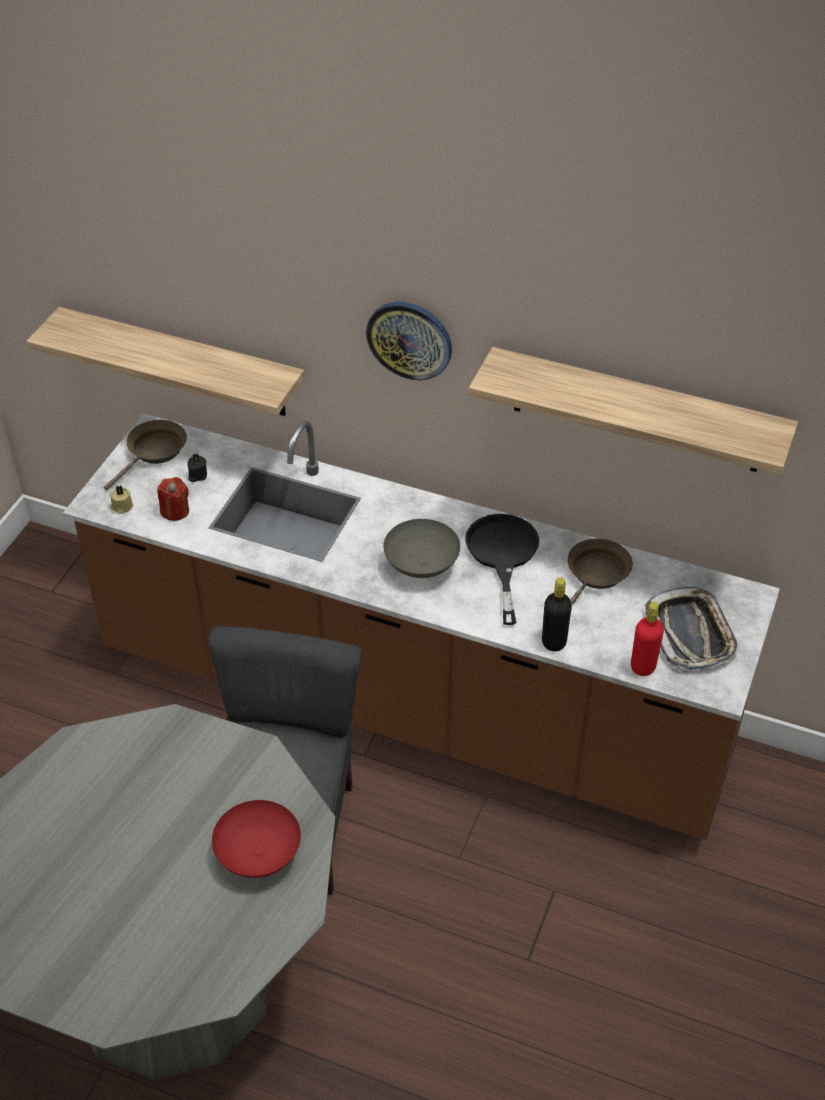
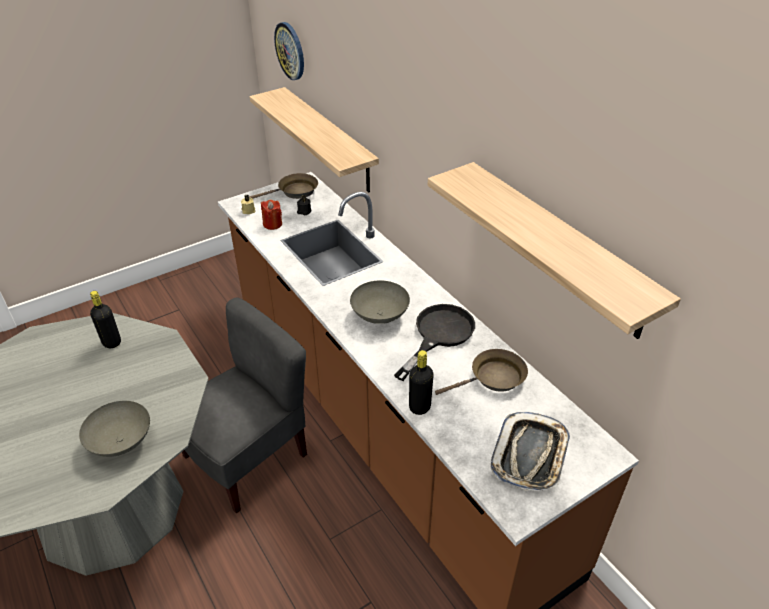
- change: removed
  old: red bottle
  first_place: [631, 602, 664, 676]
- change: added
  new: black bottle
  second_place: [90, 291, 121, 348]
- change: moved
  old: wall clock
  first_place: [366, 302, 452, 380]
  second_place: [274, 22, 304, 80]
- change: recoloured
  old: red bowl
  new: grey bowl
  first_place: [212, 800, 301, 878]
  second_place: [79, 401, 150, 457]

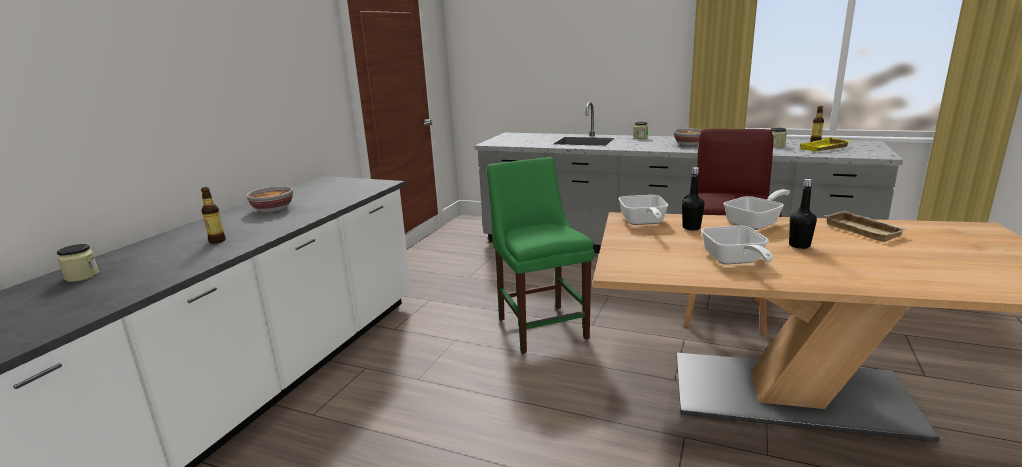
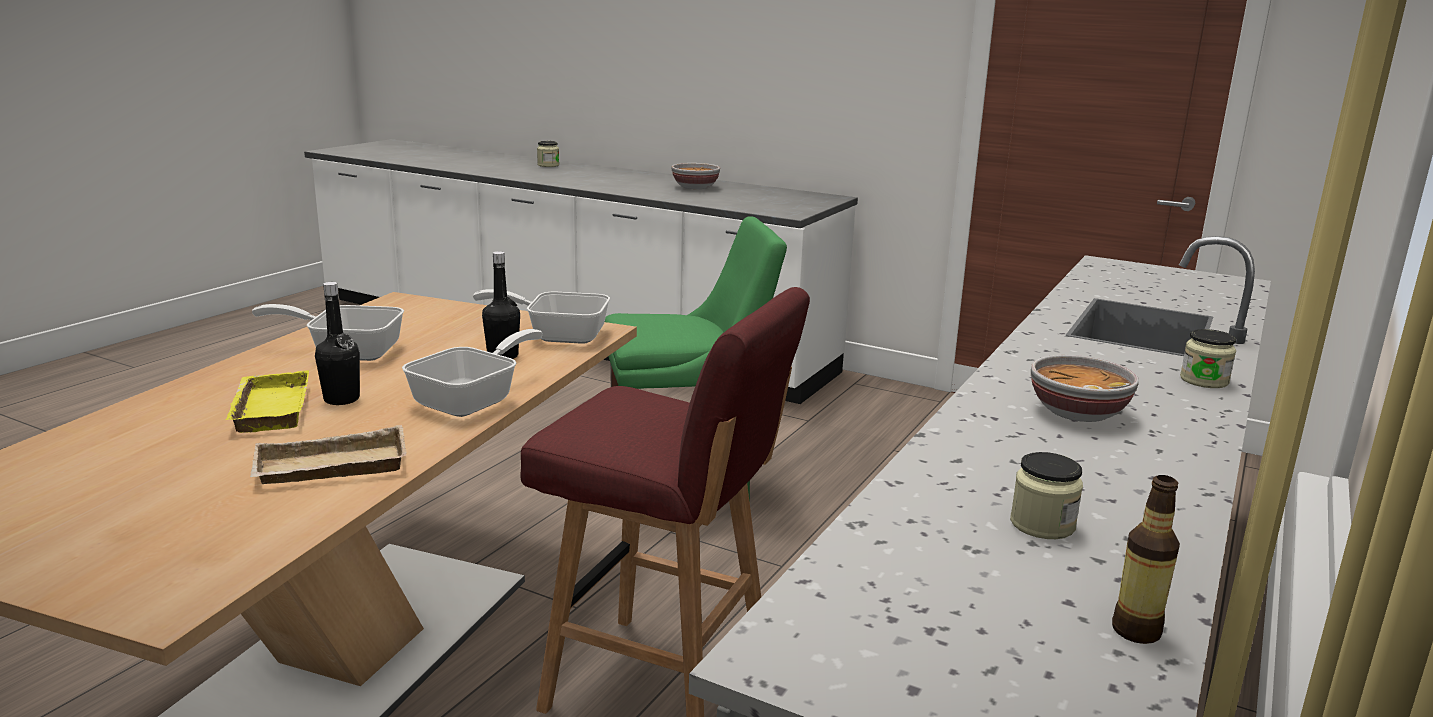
- change: removed
  old: bottle
  first_place: [201, 187, 226, 244]
- change: moved
  old: yellow tray
  first_place: [800, 137, 851, 151]
  second_place: [226, 370, 309, 433]
- change: turned
  old: frying pan
  first_place: [724, 189, 790, 230]
  second_place: [402, 329, 543, 417]
  degrees: -120

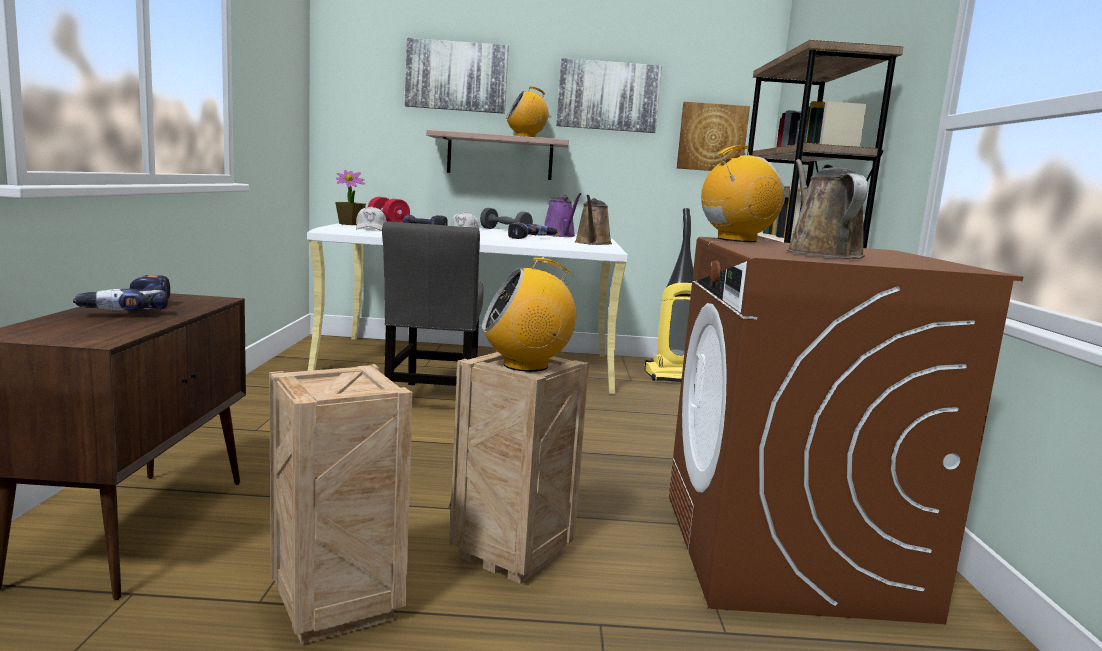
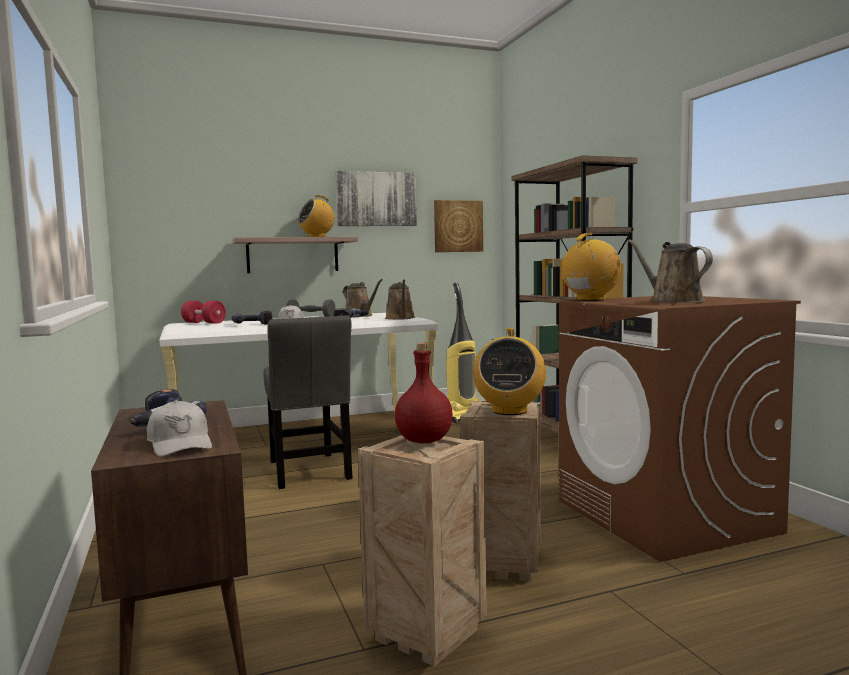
- change: removed
  old: potted plant
  first_place: [335, 170, 366, 225]
- change: removed
  old: picture
  first_place: [405, 38, 509, 114]
- change: added
  new: red bottle
  second_place: [395, 343, 453, 443]
- change: moved
  old: white cap
  first_place: [356, 206, 386, 231]
  second_place: [147, 400, 212, 457]
- change: recoloured
  old: purple watering can
  new: brown watering can
  first_place: [544, 193, 582, 237]
  second_place: [343, 279, 383, 317]
- change: turned
  old: radio
  first_place: [482, 258, 577, 372]
  second_place: [473, 328, 546, 415]
  degrees: -45

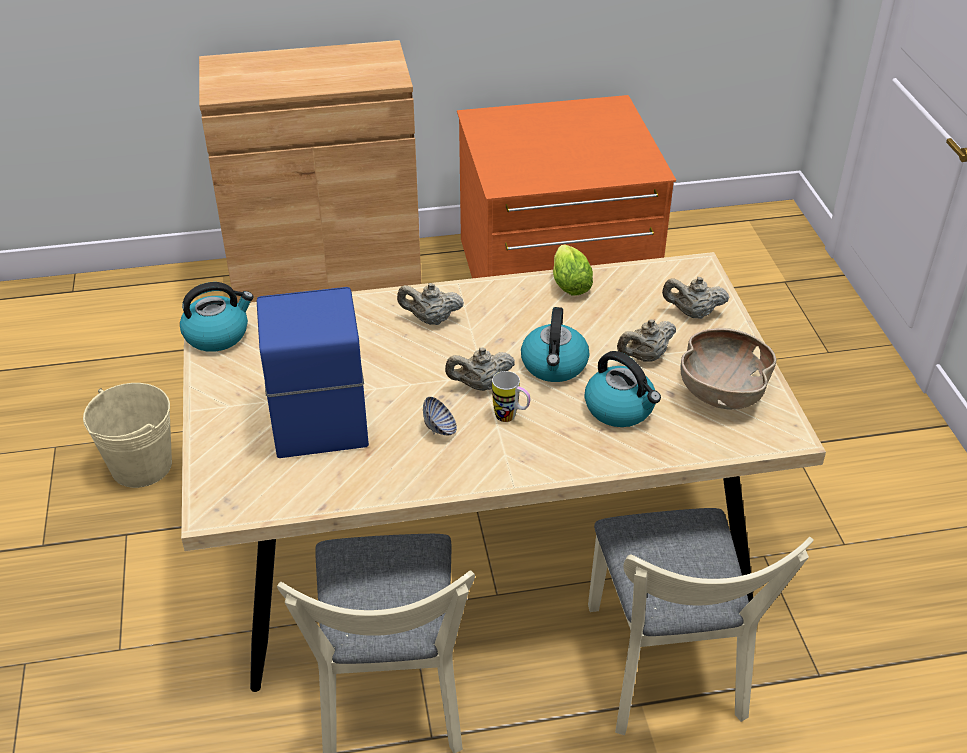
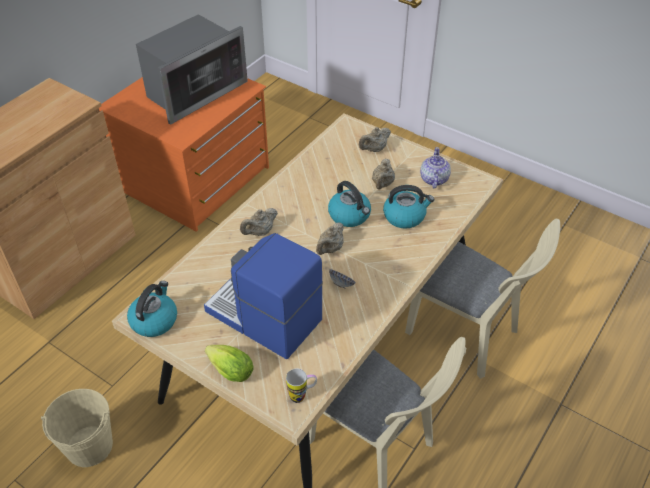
- change: added
  new: microwave
  second_place: [136, 14, 248, 125]
- change: moved
  old: mug
  first_place: [492, 371, 530, 422]
  second_place: [286, 368, 317, 403]
- change: moved
  old: lettuce
  first_place: [553, 244, 593, 296]
  second_place: [205, 345, 254, 382]
- change: replaced
  old: brown bowl
  new: teapot
  first_place: [681, 328, 777, 410]
  second_place: [420, 147, 451, 189]

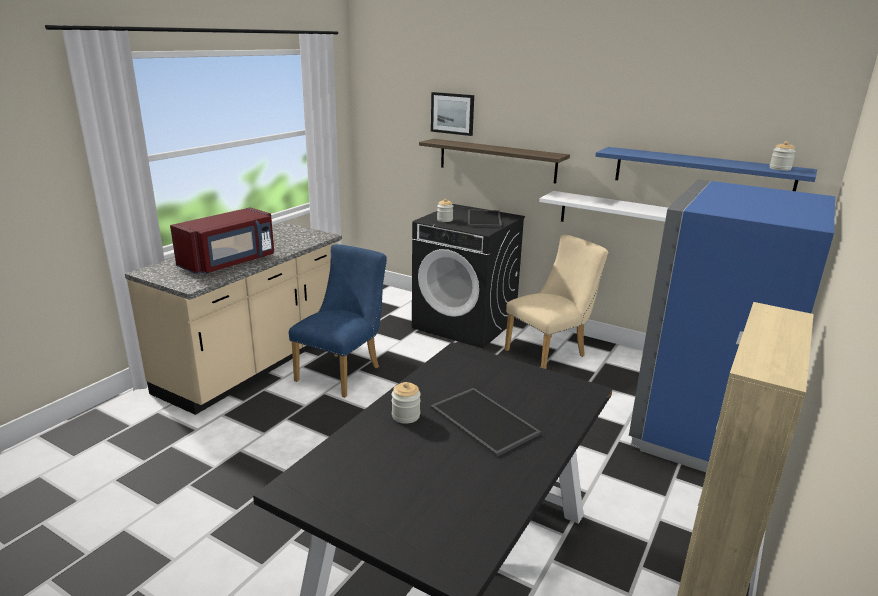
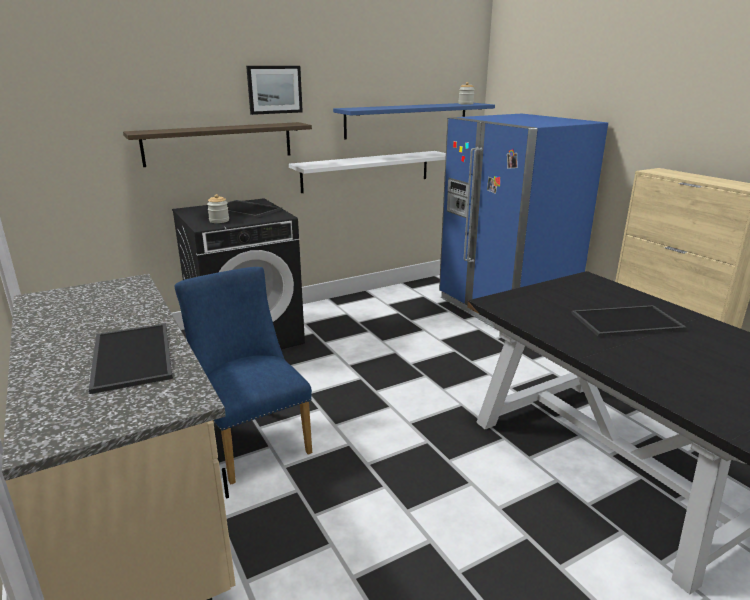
- change: removed
  old: jar
  first_place: [392, 382, 421, 424]
- change: removed
  old: beige chair
  first_place: [505, 234, 608, 369]
- change: moved
  old: picture
  first_place: [431, 92, 474, 136]
  second_place: [246, 66, 303, 115]
- change: replaced
  old: red microwave
  new: tray
  first_place: [170, 207, 274, 274]
  second_place: [89, 323, 173, 394]

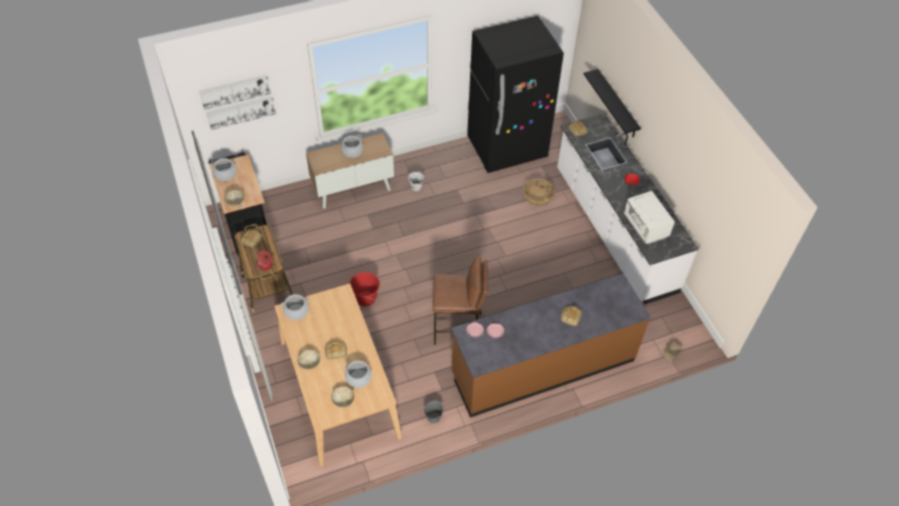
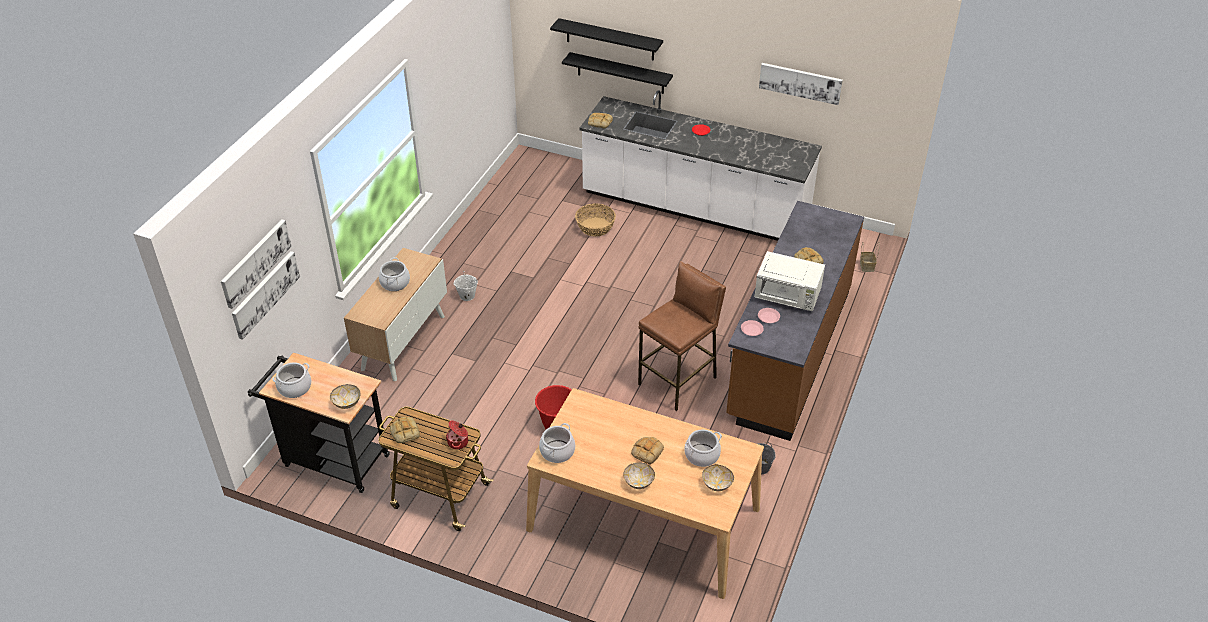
- change: removed
  old: black fridge
  first_place: [467, 16, 564, 173]
- change: added
  new: black shelf
  second_place: [550, 18, 663, 61]
- change: added
  new: picture
  second_place: [759, 63, 843, 105]
- change: moved
  old: white microwave
  first_place: [624, 191, 675, 244]
  second_place: [755, 251, 825, 311]

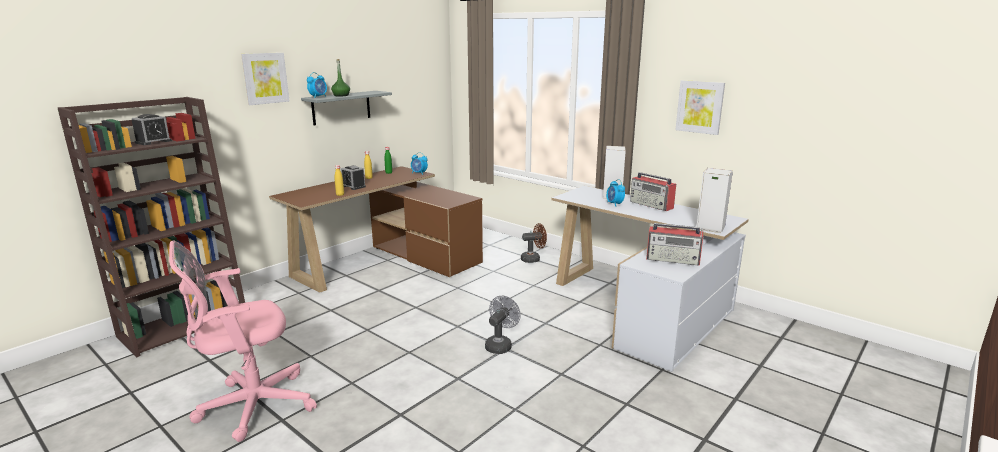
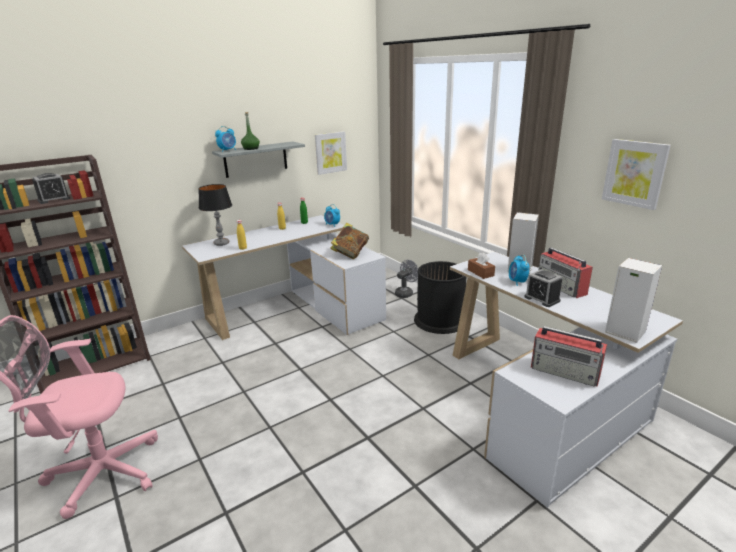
- change: added
  new: table lamp
  second_place: [198, 184, 232, 246]
- change: added
  new: book
  second_place: [330, 223, 369, 259]
- change: added
  new: brown tissue box
  second_place: [468, 253, 495, 279]
- change: moved
  old: picture
  first_place: [241, 53, 289, 105]
  second_place: [315, 131, 347, 175]
- change: moved
  old: alarm clock
  first_place: [340, 165, 366, 190]
  second_place: [524, 269, 562, 307]
- change: moved
  old: grey fan
  first_place: [485, 296, 521, 354]
  second_place: [395, 260, 418, 298]
- change: replaced
  old: brown fan
  new: black trash can
  first_place: [521, 223, 547, 263]
  second_place: [414, 261, 466, 334]
- change: recoloured
  old: brown desk
  new: white desk
  first_place: [269, 166, 483, 293]
  second_place: [182, 215, 386, 340]

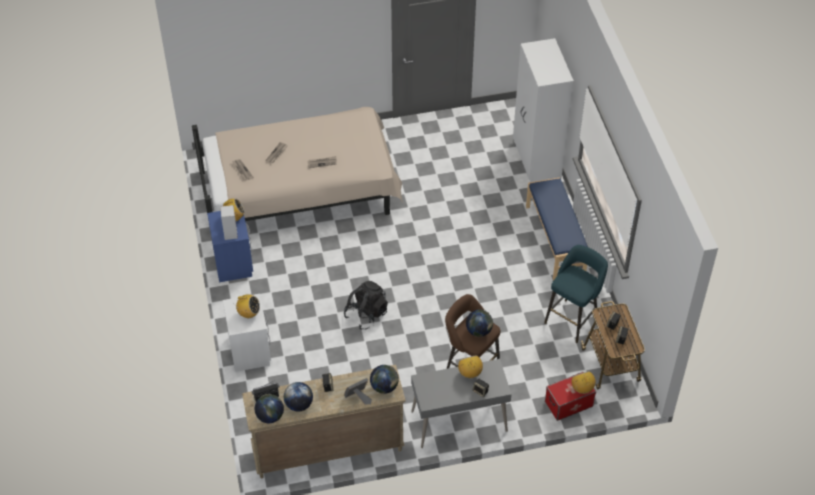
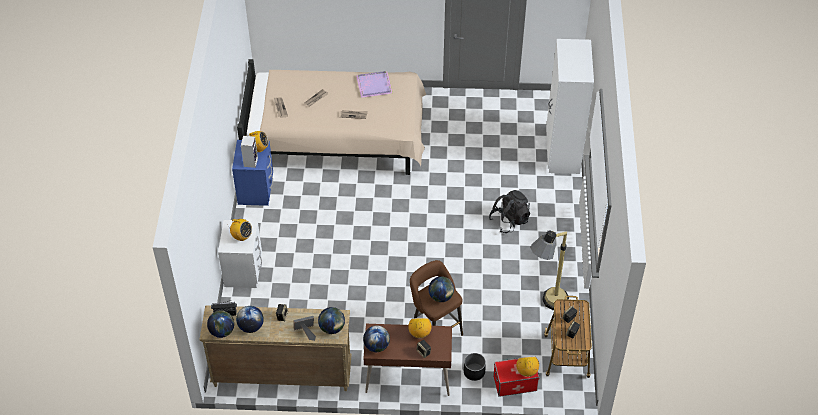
- change: removed
  old: blue bench
  first_place: [526, 177, 588, 281]
- change: added
  new: purple tray
  second_place: [356, 71, 393, 98]
- change: added
  new: globe
  second_place: [363, 325, 390, 352]
- change: added
  new: black planter
  second_place: [464, 353, 486, 381]
- change: moved
  old: black backpack
  first_place: [344, 281, 388, 330]
  second_place: [489, 190, 530, 233]
- change: replaced
  old: turquoise stool
  new: floor lamp
  first_place: [544, 245, 608, 343]
  second_place: [530, 230, 569, 310]
- change: recoloured
  old: grey desk
  new: brown desk
  first_place: [411, 359, 512, 448]
  second_place: [363, 324, 452, 396]

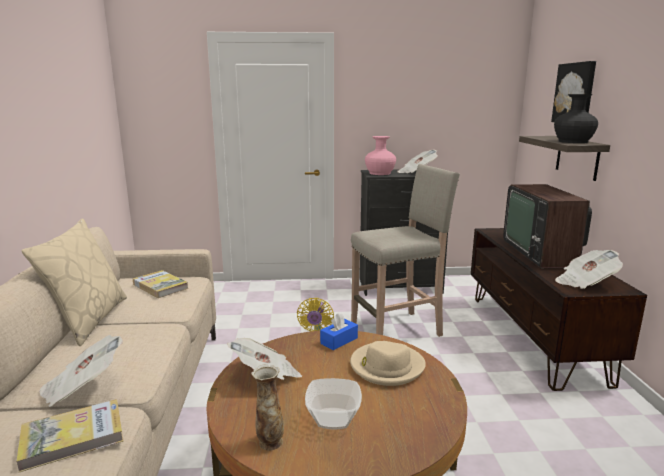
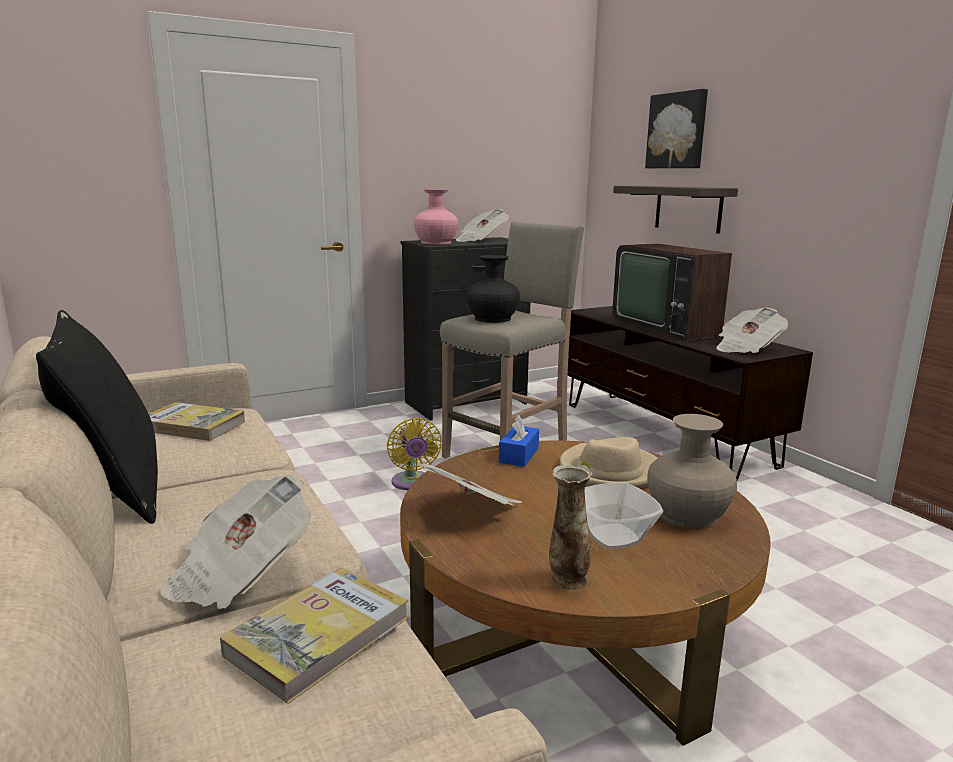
- change: added
  new: beige vase
  second_place: [647, 414, 737, 529]
- change: moved
  old: black vase
  first_place: [554, 94, 598, 143]
  second_place: [467, 255, 520, 323]
- change: recoloured
  old: beige pillow
  new: black pillow
  first_place: [21, 218, 127, 346]
  second_place: [36, 310, 158, 524]

